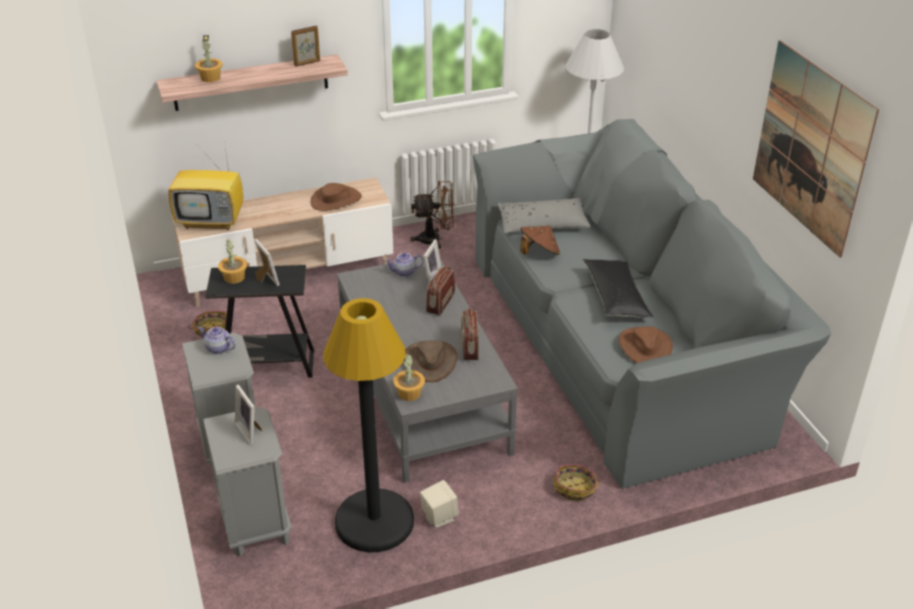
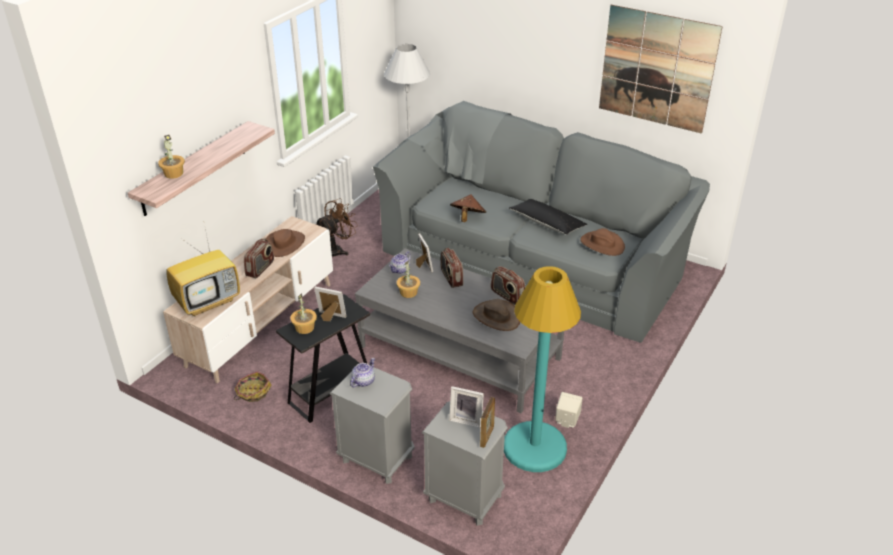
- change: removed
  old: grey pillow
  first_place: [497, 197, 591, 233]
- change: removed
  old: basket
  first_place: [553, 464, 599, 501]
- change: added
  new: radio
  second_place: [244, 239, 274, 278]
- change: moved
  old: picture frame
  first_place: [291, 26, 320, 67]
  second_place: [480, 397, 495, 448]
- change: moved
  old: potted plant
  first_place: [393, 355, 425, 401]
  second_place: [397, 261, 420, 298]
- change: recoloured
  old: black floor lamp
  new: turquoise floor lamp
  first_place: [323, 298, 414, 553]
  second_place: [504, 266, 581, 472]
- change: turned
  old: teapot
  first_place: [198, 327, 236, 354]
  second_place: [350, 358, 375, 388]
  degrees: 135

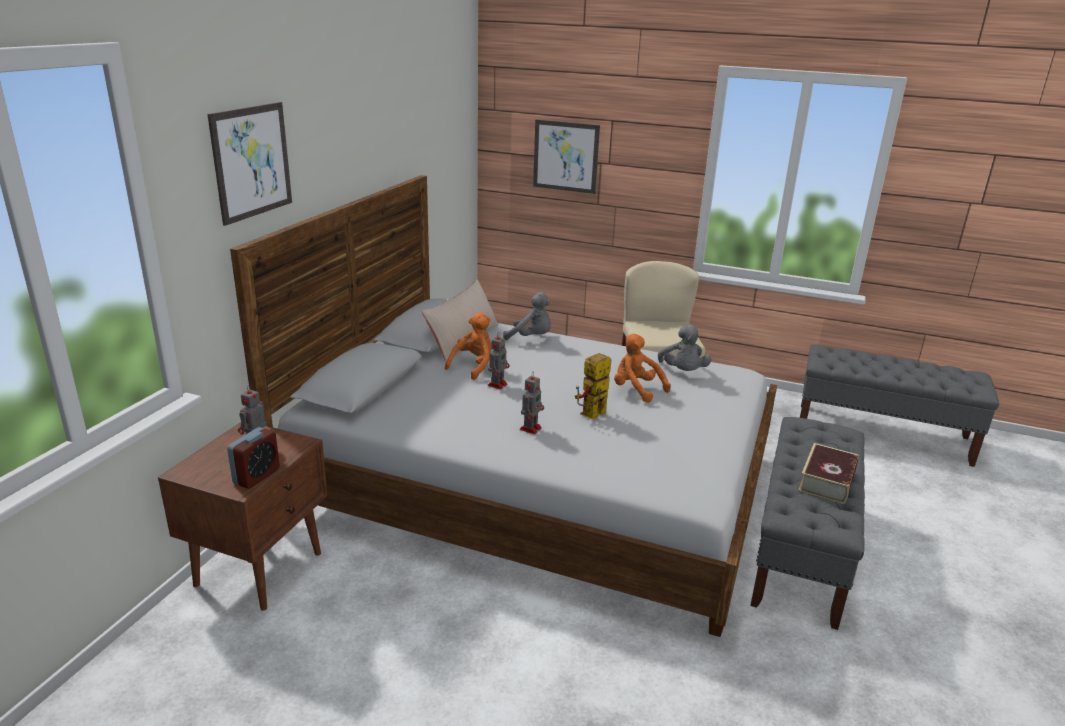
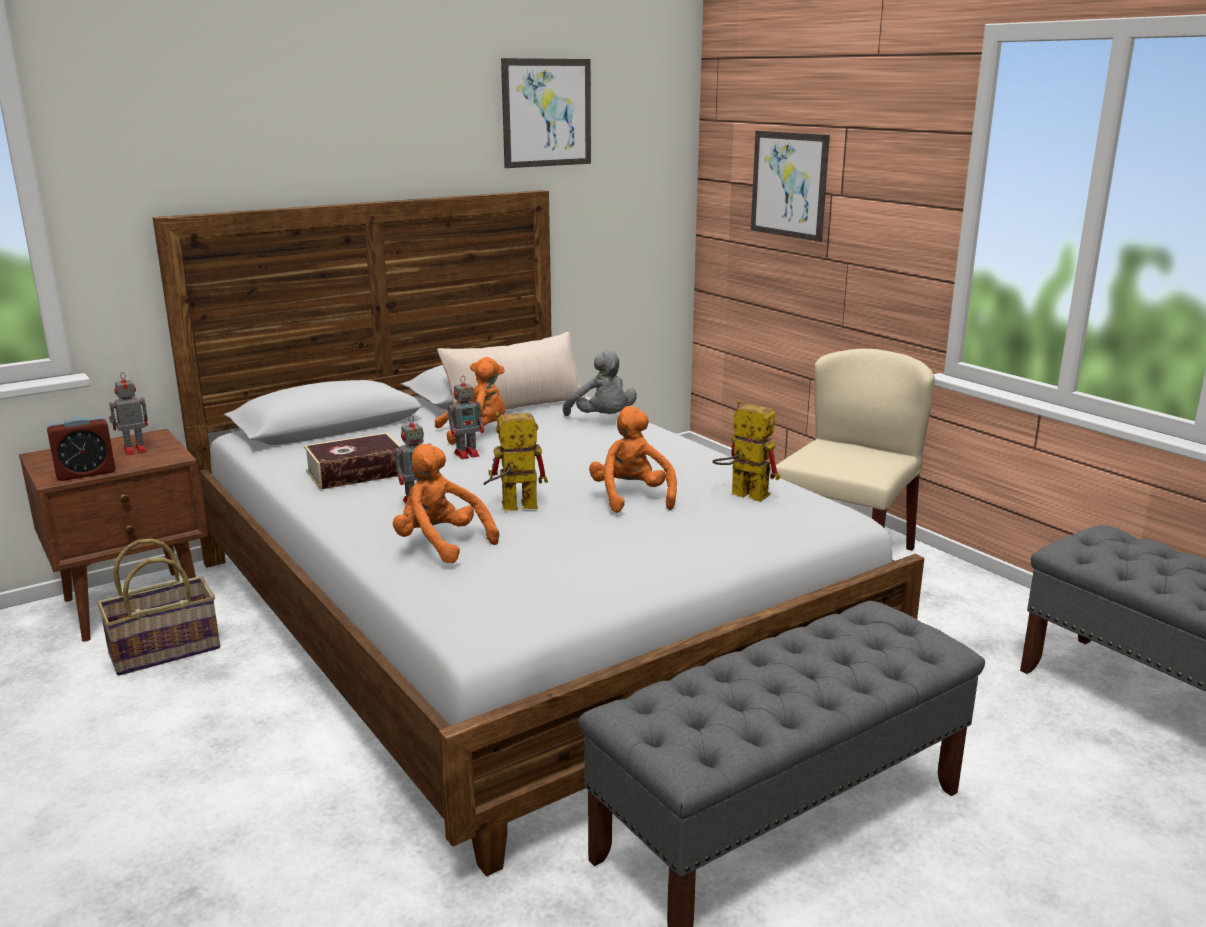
- change: added
  new: basket
  second_place: [97, 538, 220, 676]
- change: added
  new: orange plush toy
  second_place: [393, 444, 499, 564]
- change: moved
  old: picture
  first_place: [207, 102, 292, 226]
  second_place: [501, 58, 591, 168]
- change: moved
  old: book
  first_place: [798, 443, 859, 505]
  second_place: [304, 433, 401, 490]
- change: replaced
  old: grey plush toy
  new: toy robot
  first_place: [658, 325, 712, 371]
  second_place: [712, 400, 780, 502]

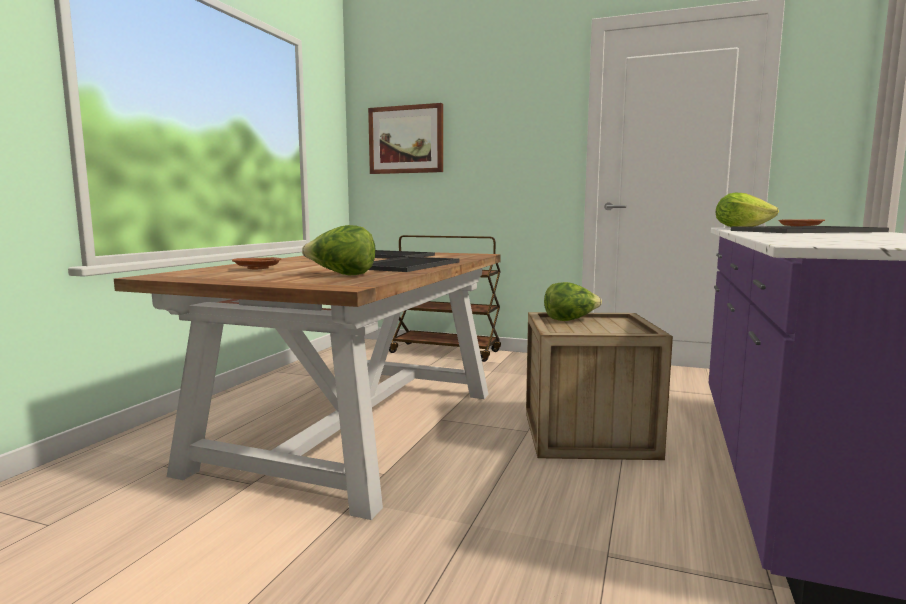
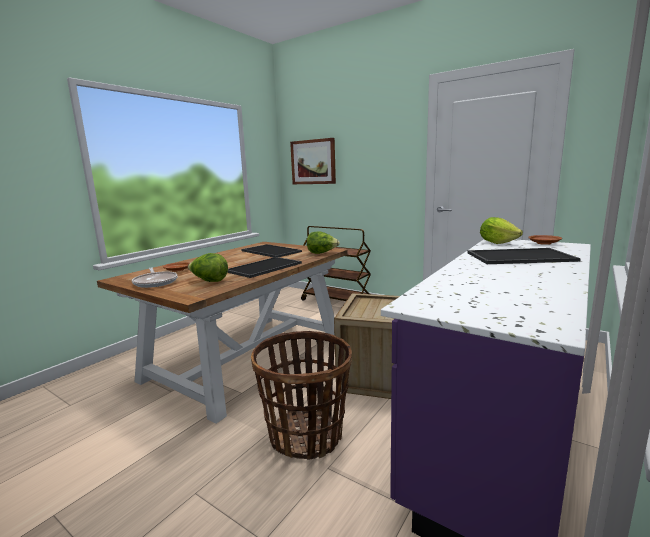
- change: added
  new: frying pan
  second_place: [132, 267, 178, 288]
- change: added
  new: basket
  second_place: [251, 331, 352, 460]
- change: moved
  old: lettuce
  first_place: [544, 282, 602, 321]
  second_place: [307, 231, 340, 254]

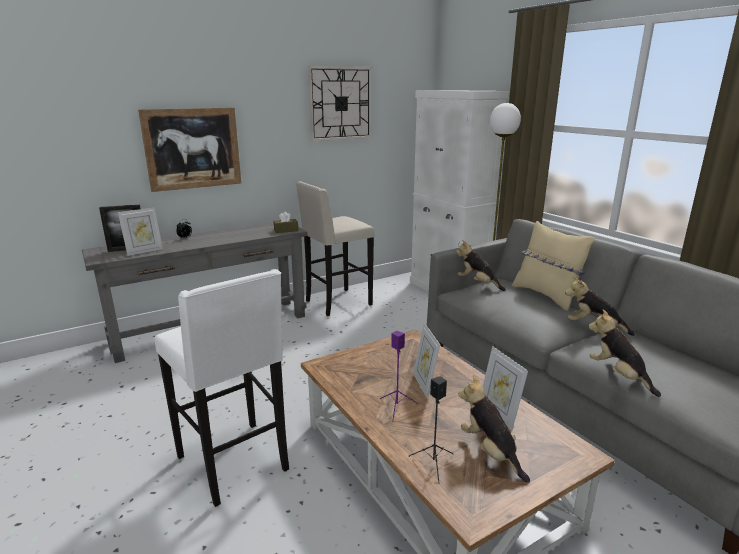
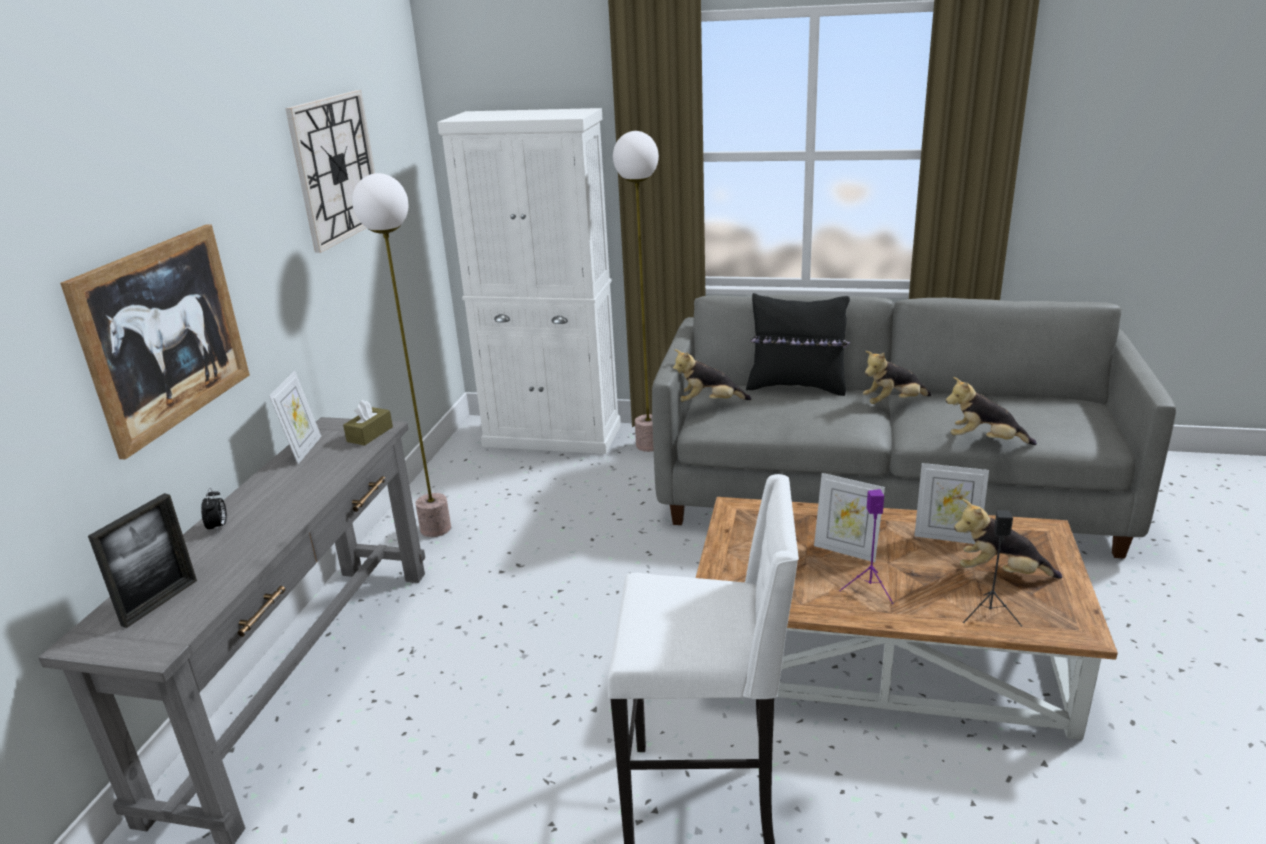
- change: moved
  old: picture frame
  first_place: [118, 207, 163, 256]
  second_place: [269, 371, 322, 464]
- change: replaced
  old: beige stool
  new: floor lamp
  first_place: [296, 181, 374, 316]
  second_place: [352, 173, 451, 537]
- change: recoloured
  old: beige pillow
  new: black pillow
  first_place: [512, 221, 595, 311]
  second_place: [746, 293, 850, 396]

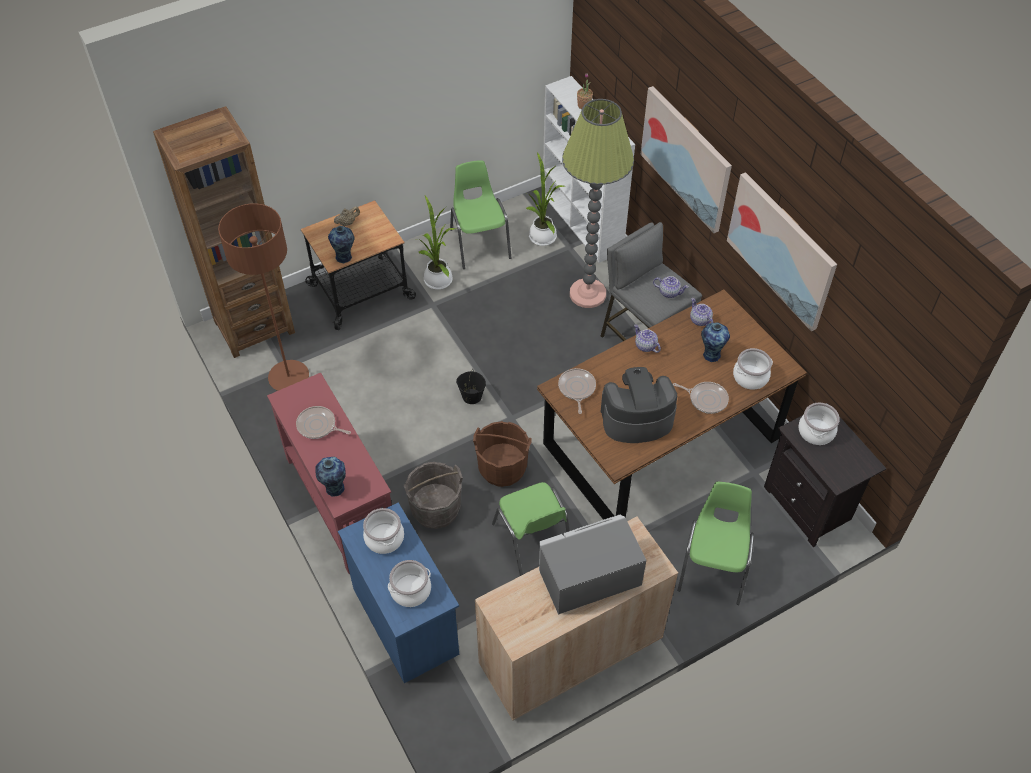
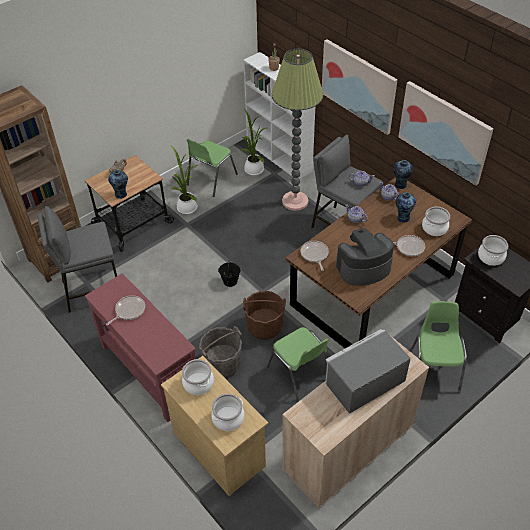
- change: moved
  old: vase
  first_place: [315, 457, 346, 497]
  second_place: [393, 160, 413, 189]
- change: replaced
  old: brown floor lamp
  new: grey stool
  first_place: [218, 203, 309, 391]
  second_place: [37, 206, 117, 313]
- change: recoloured
  old: blue dresser
  new: beige dresser
  first_place: [338, 502, 459, 683]
  second_place: [161, 356, 268, 496]
- change: turned
  old: frying pan
  first_place: [296, 406, 351, 439]
  second_place: [106, 295, 145, 325]
  degrees: 120
- change: turned
  old: green chair
  first_place: [450, 160, 511, 269]
  second_place: [187, 139, 238, 197]
  degrees: -120

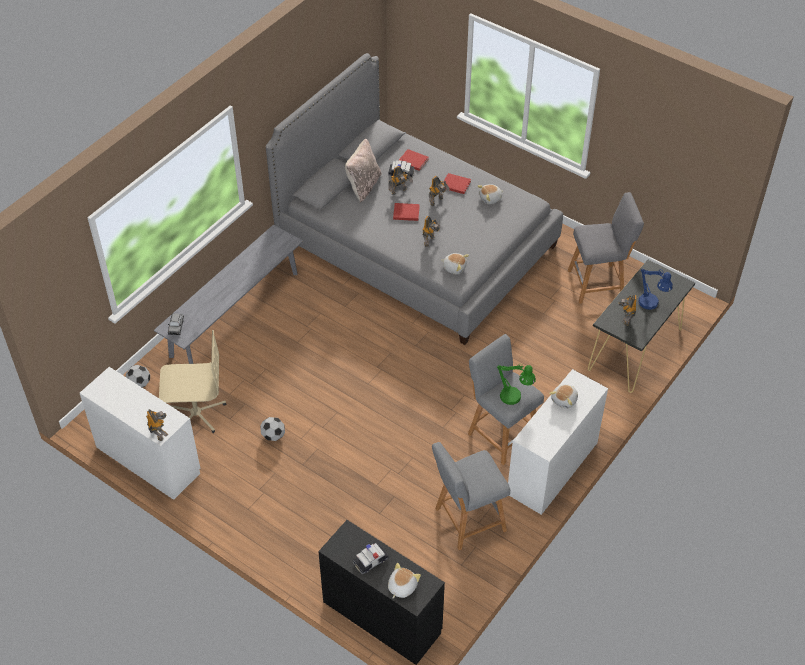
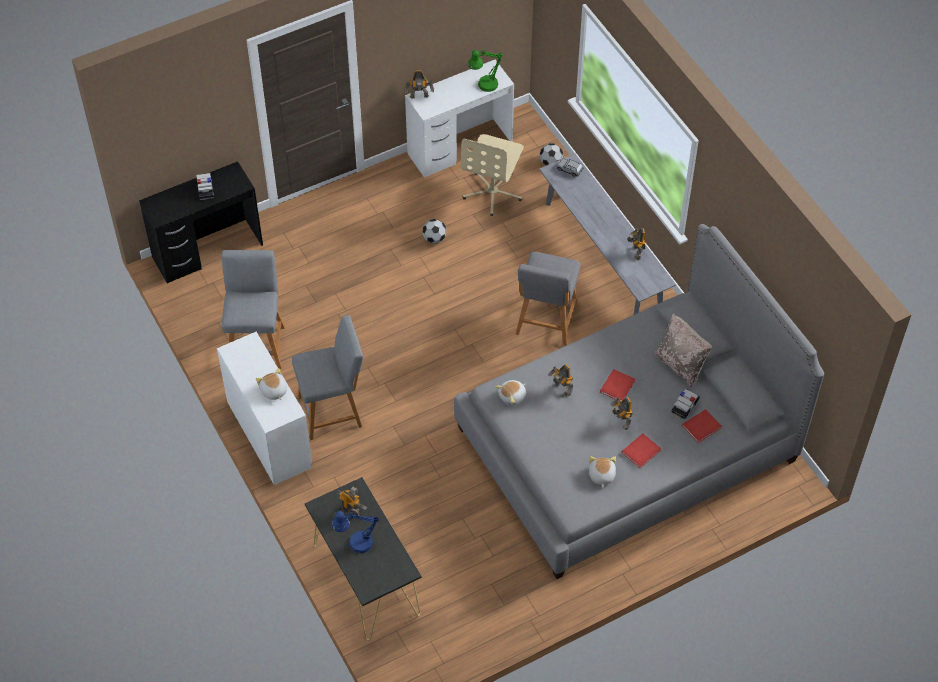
- change: removed
  old: plush toy
  first_place: [388, 563, 421, 598]
- change: moved
  old: toy robot
  first_place: [388, 166, 413, 195]
  second_place: [627, 228, 646, 260]
- change: moved
  old: green table lamp
  first_place: [497, 364, 536, 405]
  second_place: [468, 49, 503, 92]
- change: moved
  old: grey stool
  first_place: [568, 192, 644, 304]
  second_place: [516, 252, 580, 346]

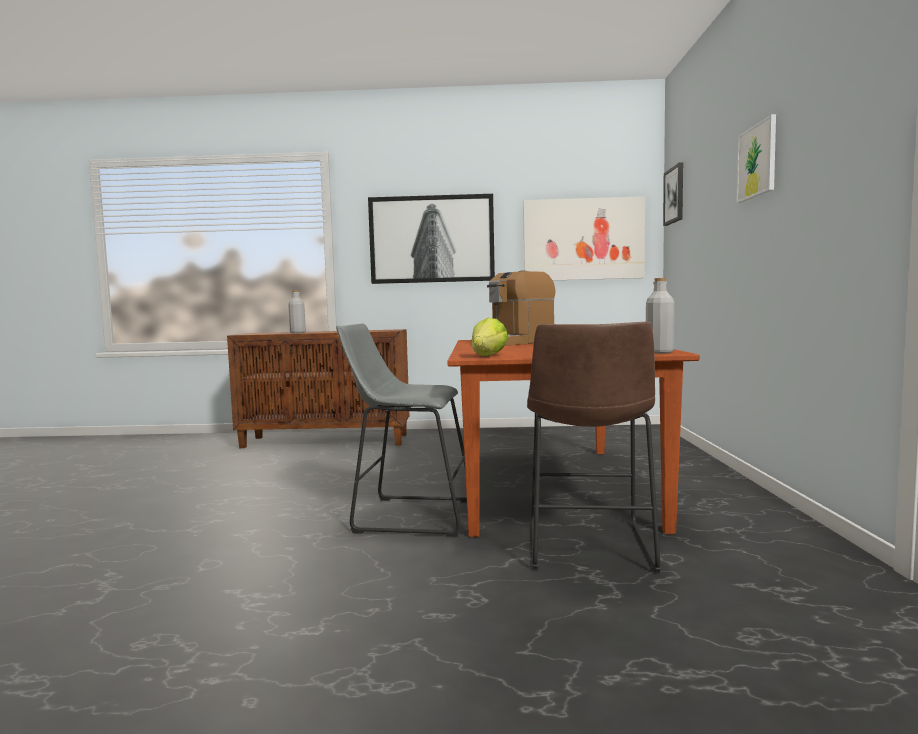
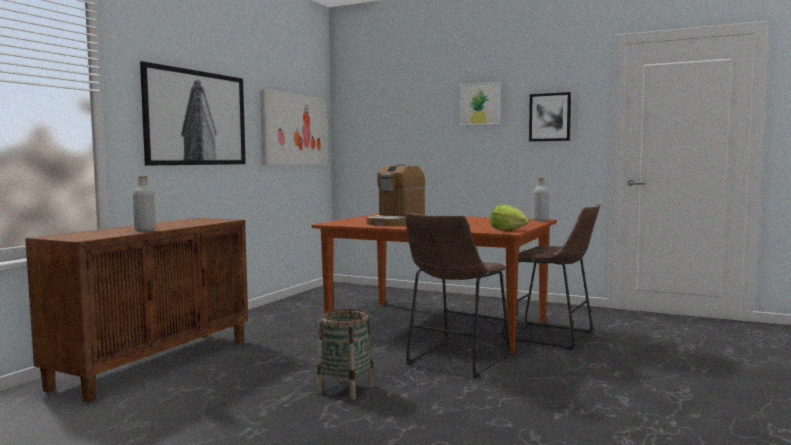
- change: added
  new: basket
  second_place: [316, 309, 374, 400]
- change: moved
  old: picture
  first_place: [663, 162, 683, 226]
  second_place: [529, 92, 571, 141]
- change: recoloured
  old: grey stool
  new: brown stool
  first_place: [336, 323, 467, 537]
  second_place: [406, 213, 510, 378]
- change: turned
  old: coffee machine
  first_place: [487, 270, 555, 346]
  second_place: [367, 164, 425, 226]
  degrees: 45

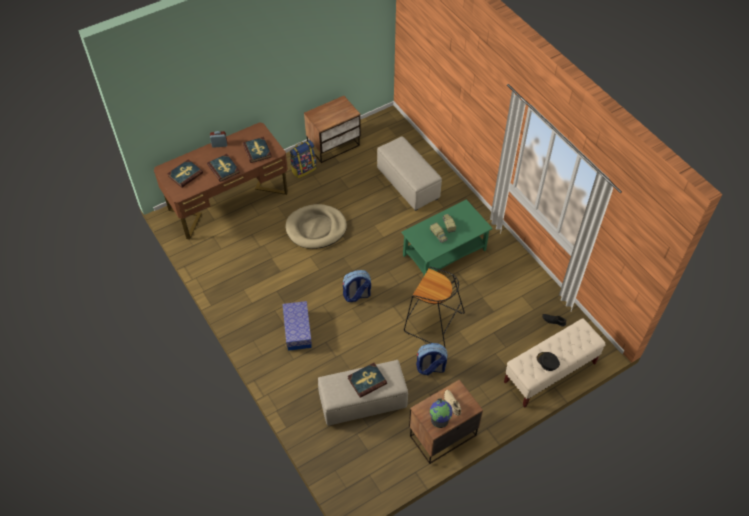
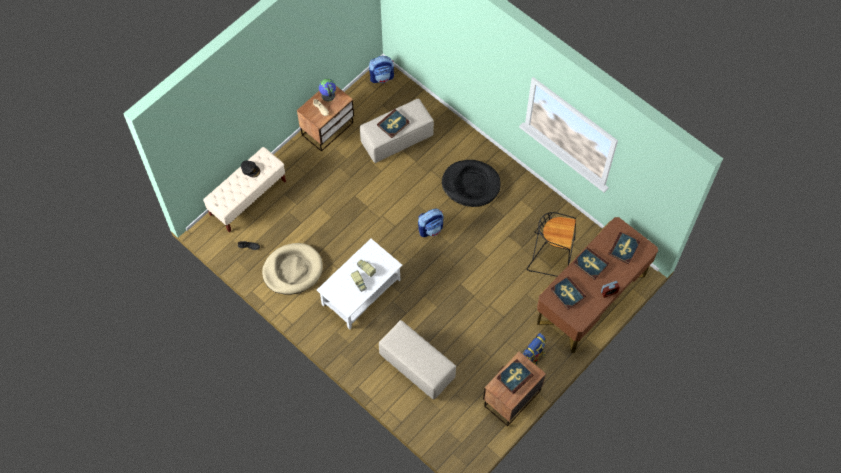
- change: added
  new: book
  second_place: [497, 359, 533, 394]
- change: moved
  old: beige dog bed
  first_place: [285, 204, 347, 249]
  second_place: [262, 243, 323, 295]
- change: moved
  old: black stool
  first_place: [404, 267, 465, 347]
  second_place: [527, 212, 576, 277]
- change: moved
  old: backpack
  first_place: [416, 343, 447, 375]
  second_place: [369, 56, 394, 83]
- change: replaced
  old: storage box
  new: black dog bed
  first_place: [283, 301, 312, 351]
  second_place: [442, 160, 501, 207]
- change: recoloured
  old: green coffee table
  new: white coffee table
  first_place: [401, 199, 493, 277]
  second_place: [317, 239, 403, 330]

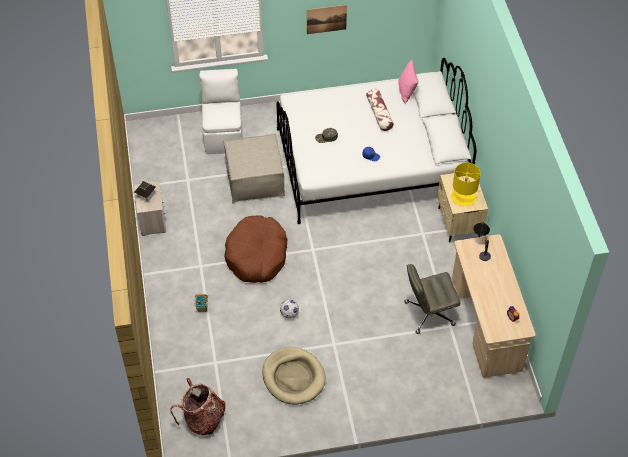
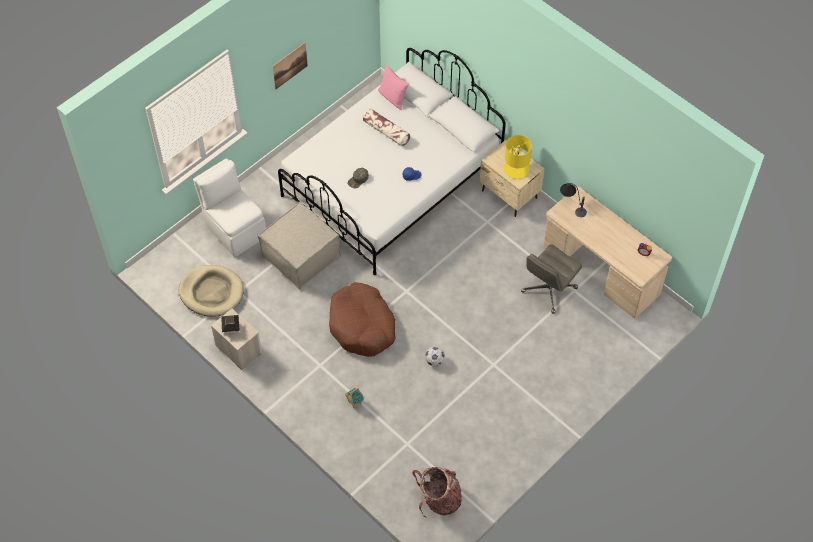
- change: moved
  old: beige dog bed
  first_place: [262, 347, 326, 404]
  second_place: [179, 265, 244, 317]

